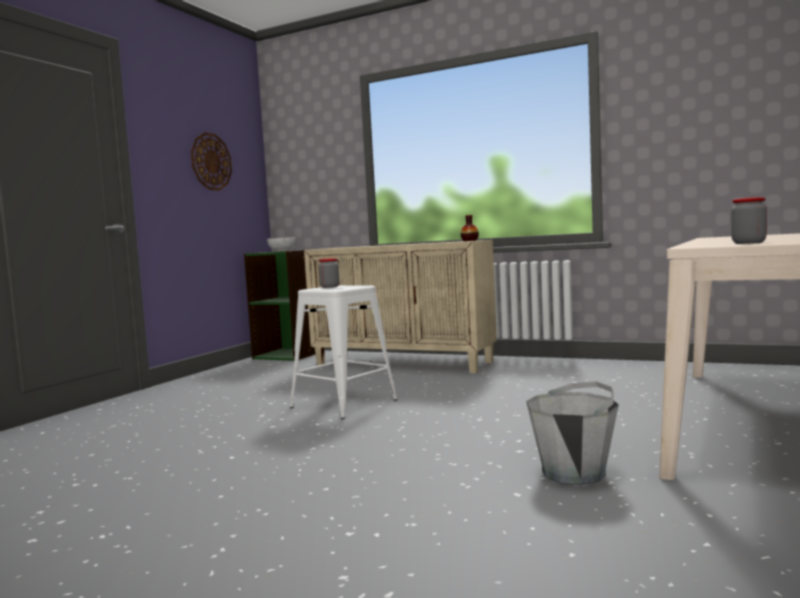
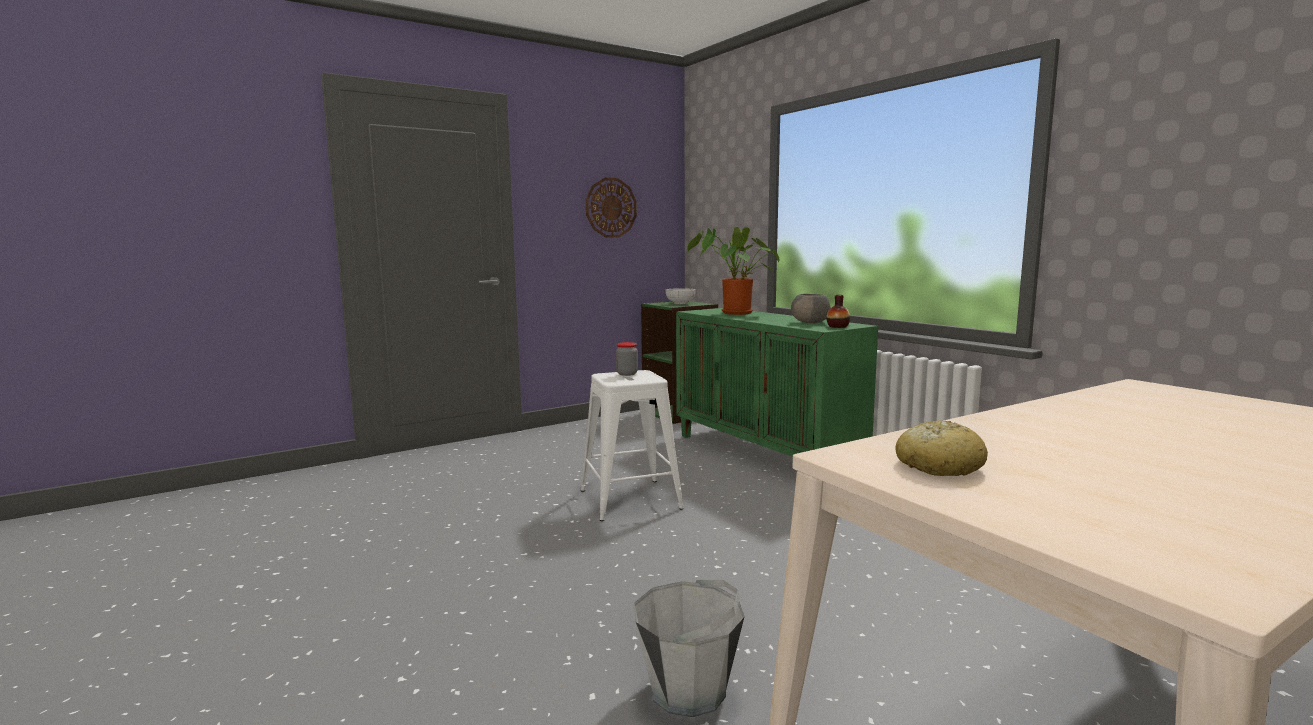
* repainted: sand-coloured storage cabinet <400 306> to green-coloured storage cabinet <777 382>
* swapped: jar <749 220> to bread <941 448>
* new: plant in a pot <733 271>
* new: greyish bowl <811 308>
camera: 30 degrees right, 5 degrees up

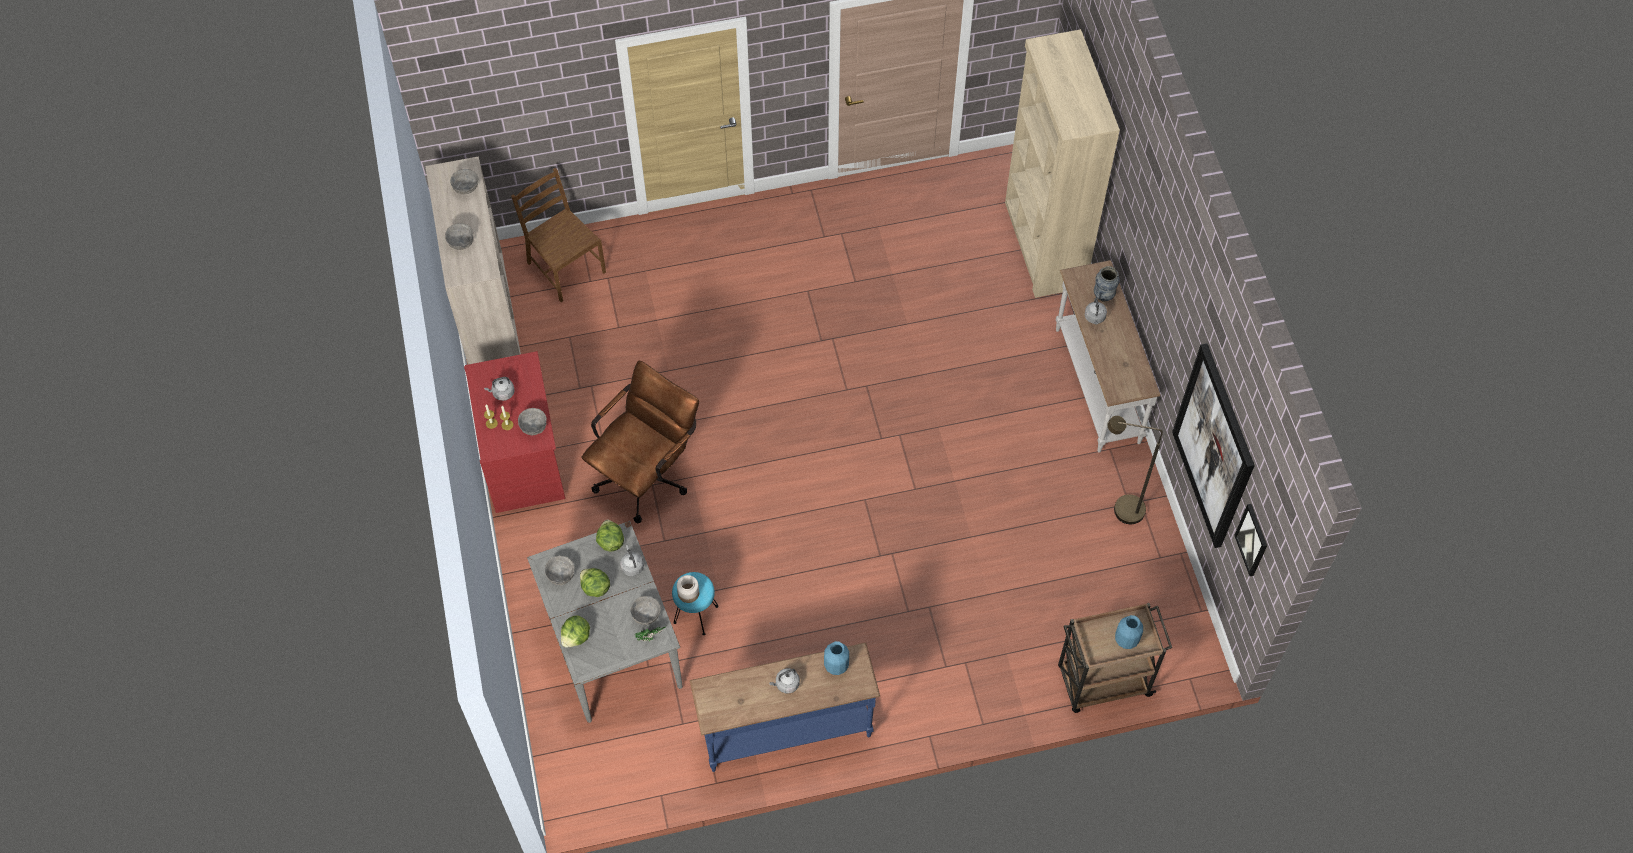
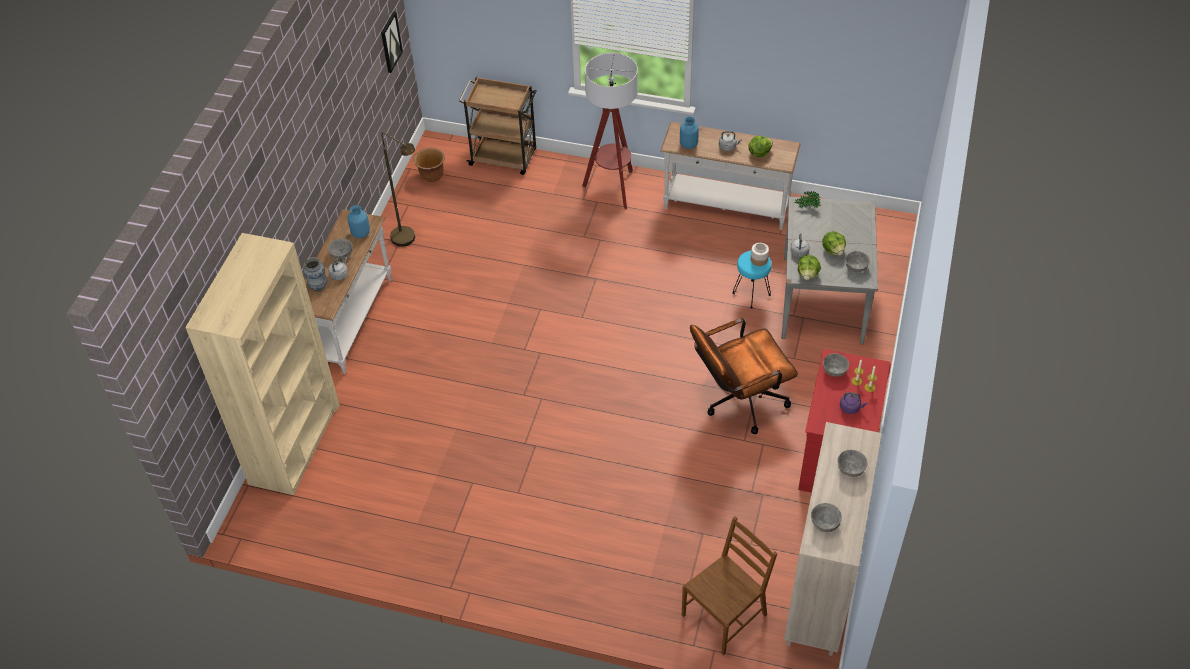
* repainted: greyish tea kettle <499 389> to purplish tea kettle <854 403>
* rotated: brown-coloured chair <558 235> = <730 586> 120 degrees counterclockwise
* shifted: lettuce <575 632> to <761 146>
* shifted: greyish bowl <645 610> to <340 249>
* repainted: blue-coloured hall table <785 707> to whitish hall table <730 176>
* shifted: blue-coloured flower vase <1129 632> to <359 221>
* gone: wall art <1213 445>
* new: brown-coloured planter <429 165>
* new: standard lamp <610 130>
camera: 150 degrees left, 10 degrees down

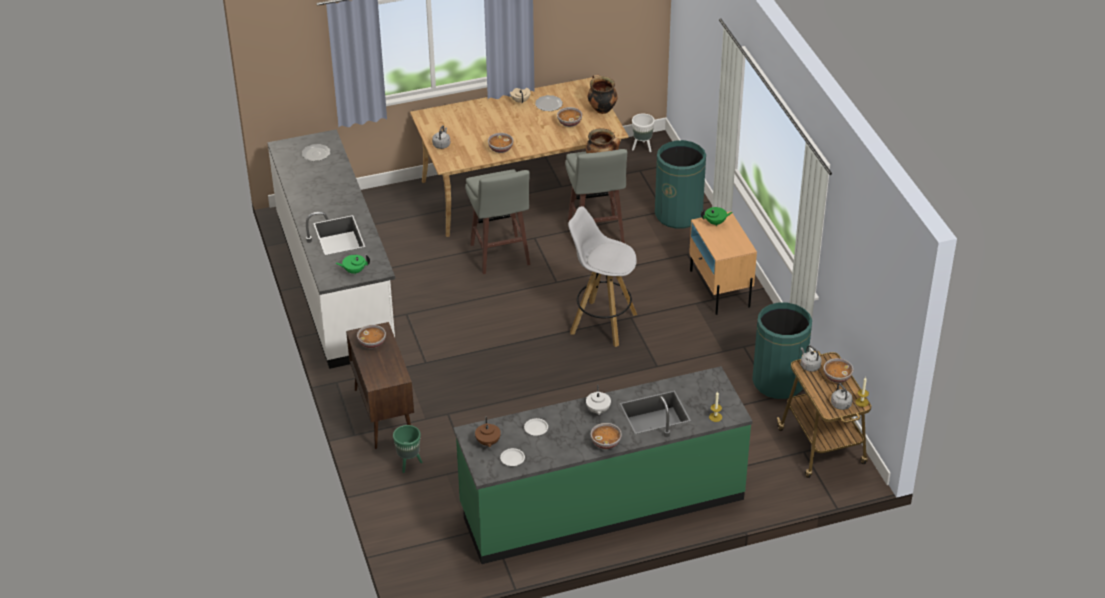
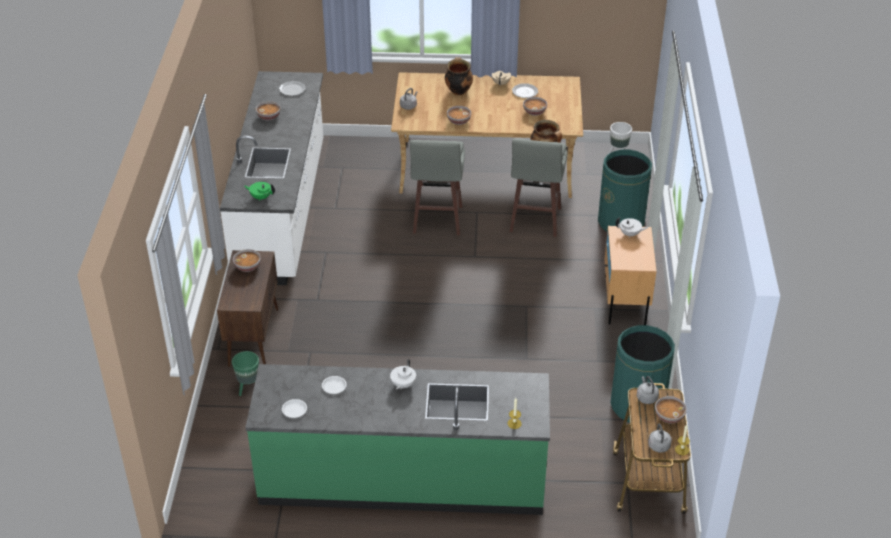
* gone: brown-coloured teapot <488 432>
* gone: whitish stool seat <602 276>
* shifted: cooking pot <602 94> to <459 76>
* shifted: bowl <606 436> to <268 111>
* repainted: green-coloured teapot <717 216> to whitish teapot <632 227>
camera: 20 degrees right, 0 degrees up

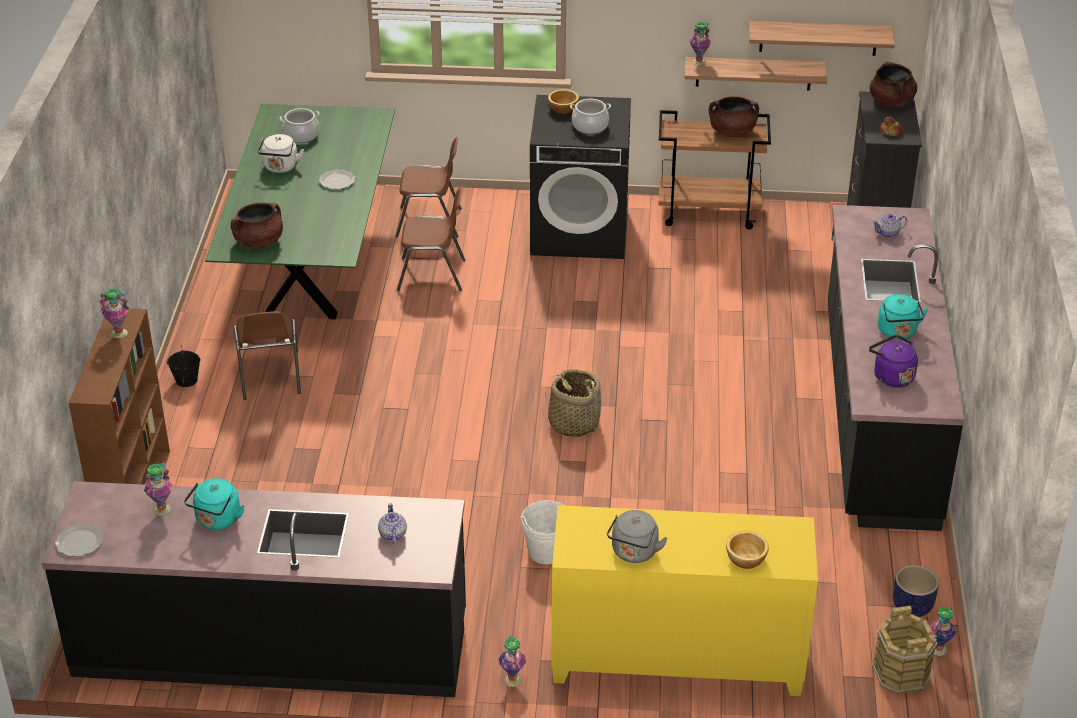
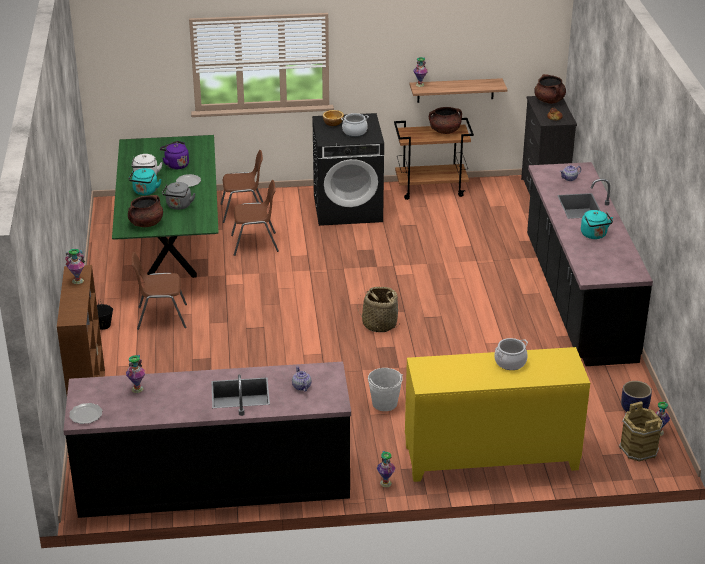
* shifted: turquoise-coloured tea kettle <214 504> to <145 181>
* rotated: brown-coloured chair <267 355> = <159 291> 105 degrees clockwise
* shifted: cooking pot <300 125> to <511 354>
* shifted: greyish tea kettle <637 536> to <179 196>
* gone: bowl <747 550>
* gone: wall shelf <822 38>
* shifted: purplish tea kettle <893 361> to <174 155>
camera: 10 degrees left, 5 degrees down

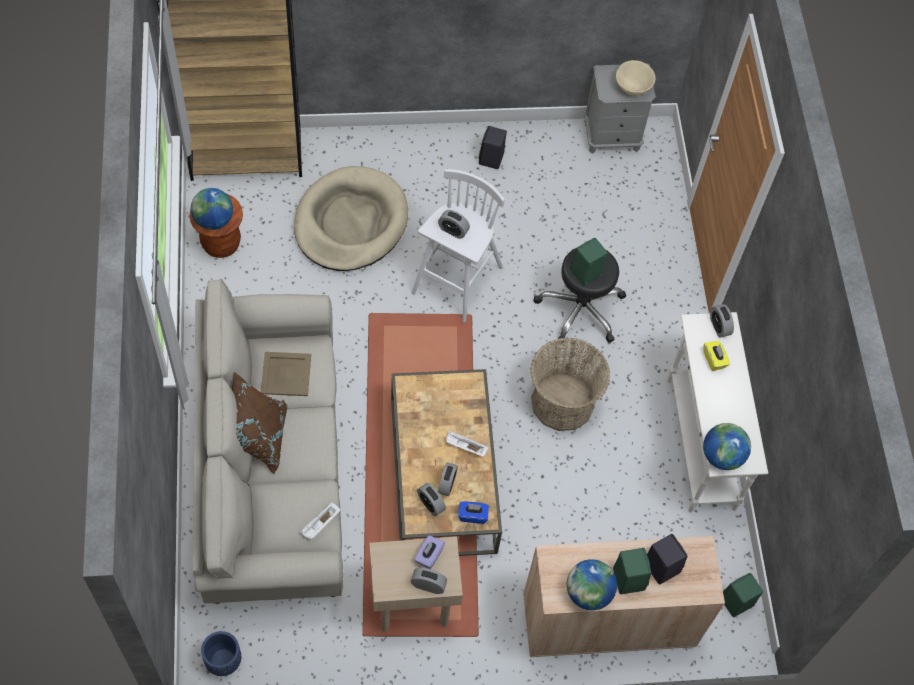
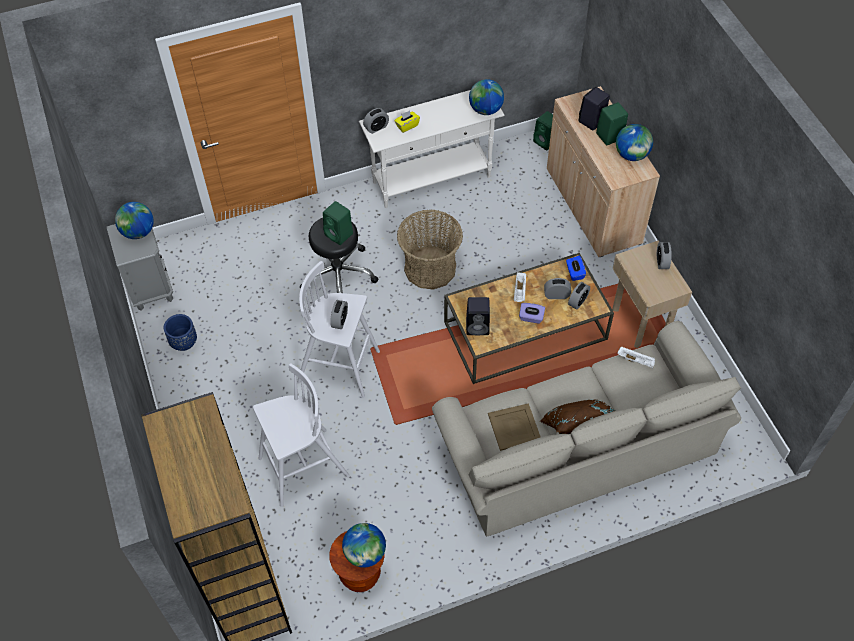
* shifted: blue-coloured planter <221 653> to <180 332>
* swapped: sand-coloured dog cushion <351 218> to whitish stool seat <301 435>
* shifted: purplish tissue holder <429 552> to <532 313>
* shifted: black audio speaker <493 147> to <478 316>
* swapped: sand-coloured bowl <636 78> to world globe <134 220>
camera: 100 degrees left, 5 degrees down

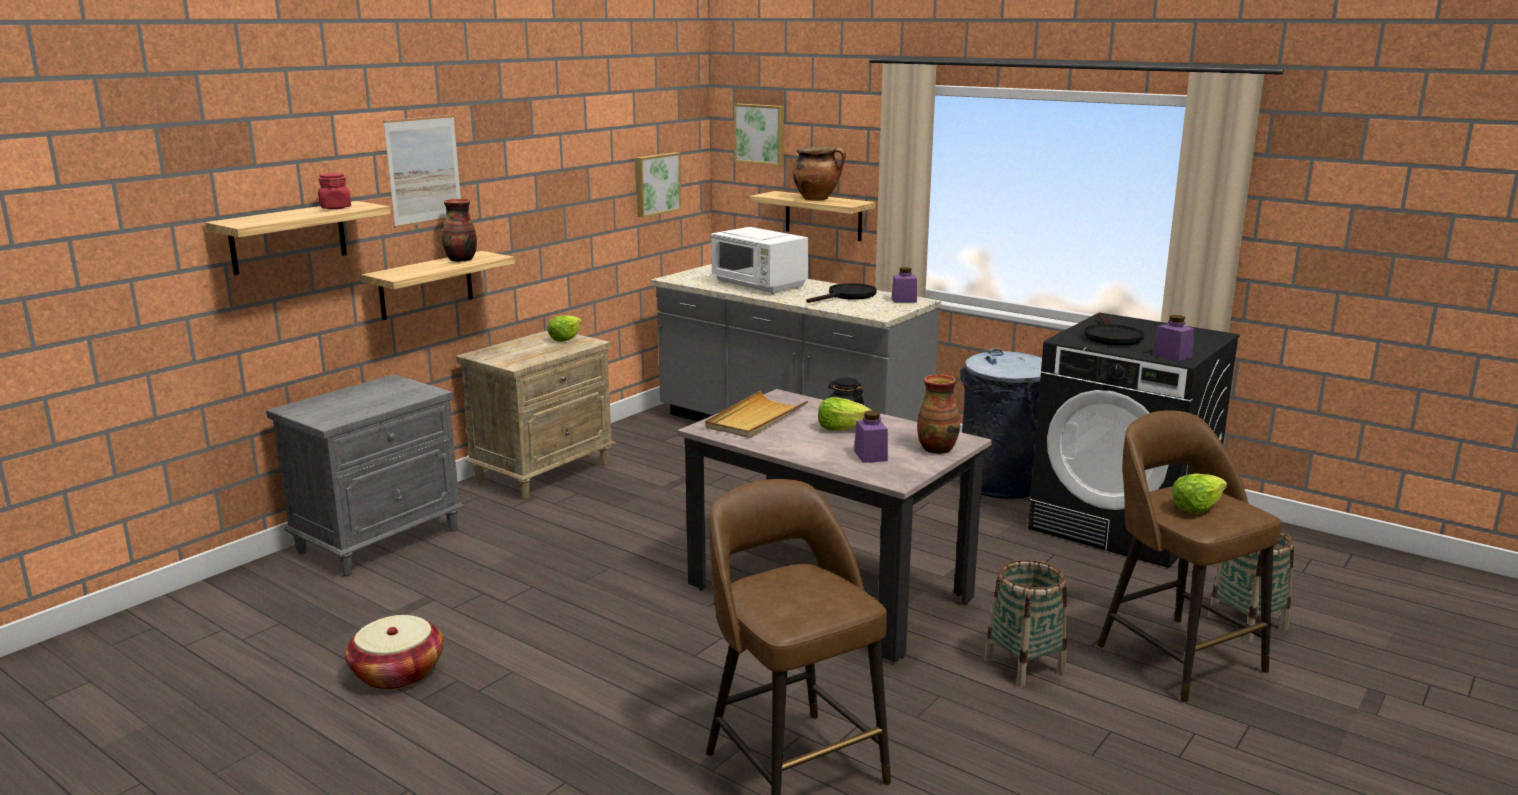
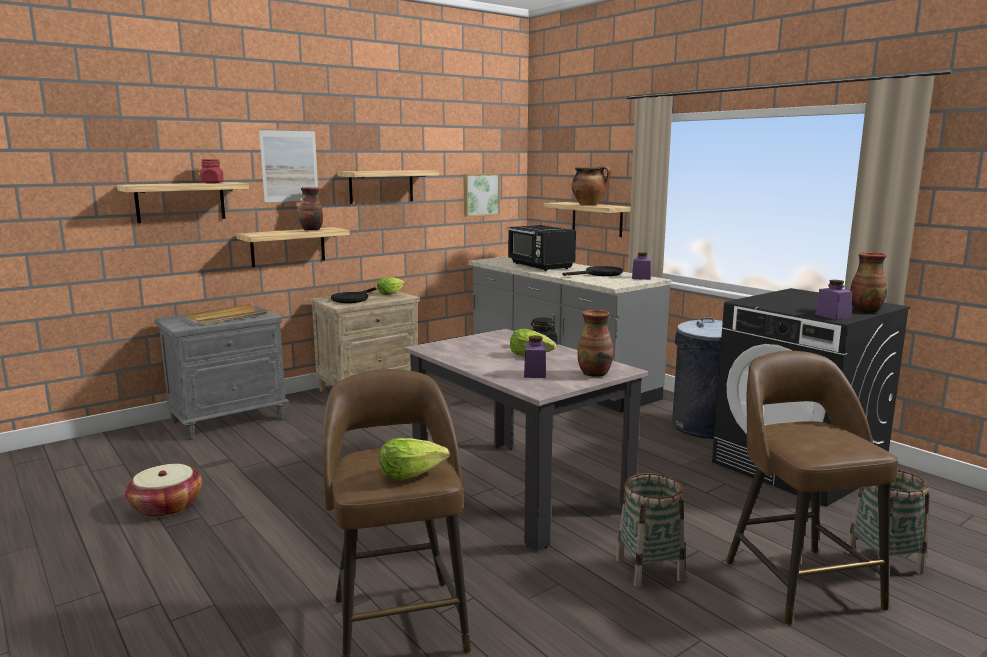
* shifted: sand-coloured tray <757 414> to <226 315>
* repainted: whitish microwave oven <759 260> to black microwave oven <541 248>
* gone: wall art <759 134>
* shifted: black skillet <1114 329> to <353 295>
* shifted: lettuce <1199 493> to <414 459>
* new: wall shelf <388 187>
* new: flower vase <868 282>
camera: 15 degrees right, 5 degrees down

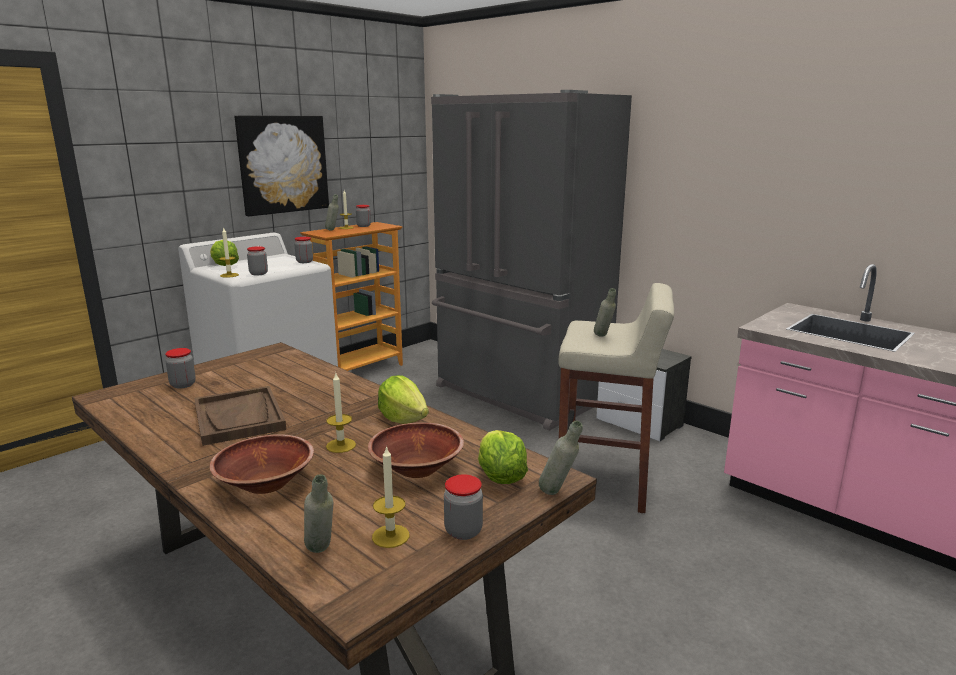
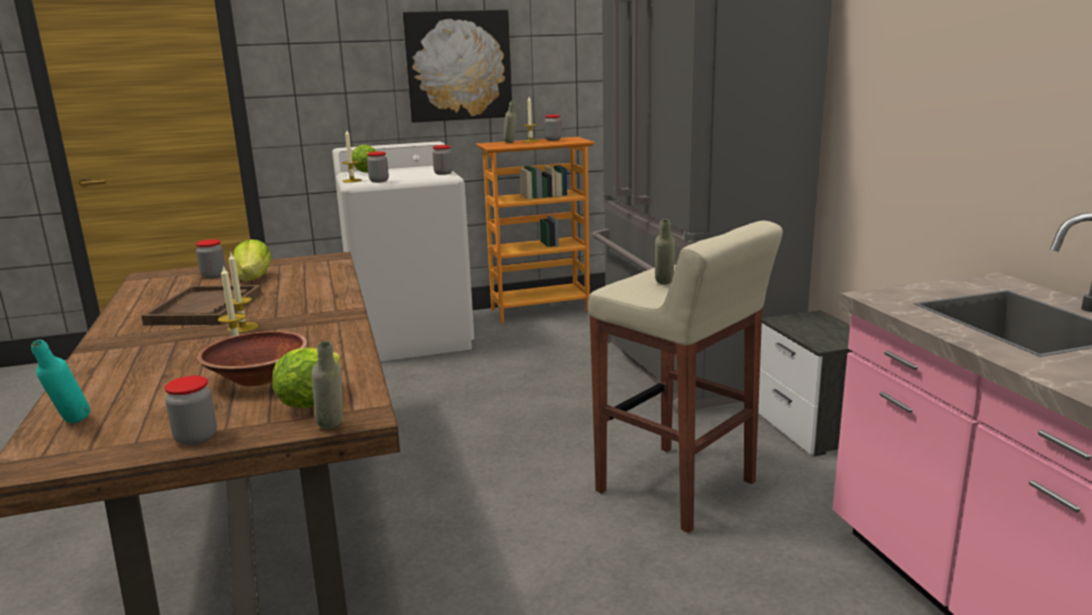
* gone: brown-coloured bowl <262 464>
* repainted: greyish drink bottle <318 513> to turquoise-coloured drink bottle <60 381>
* shifted: wax candle <390 496> to <241 293>
* shifted: lettuce <403 399> to <252 260>
camera: 30 degrees right, 0 degrees up

